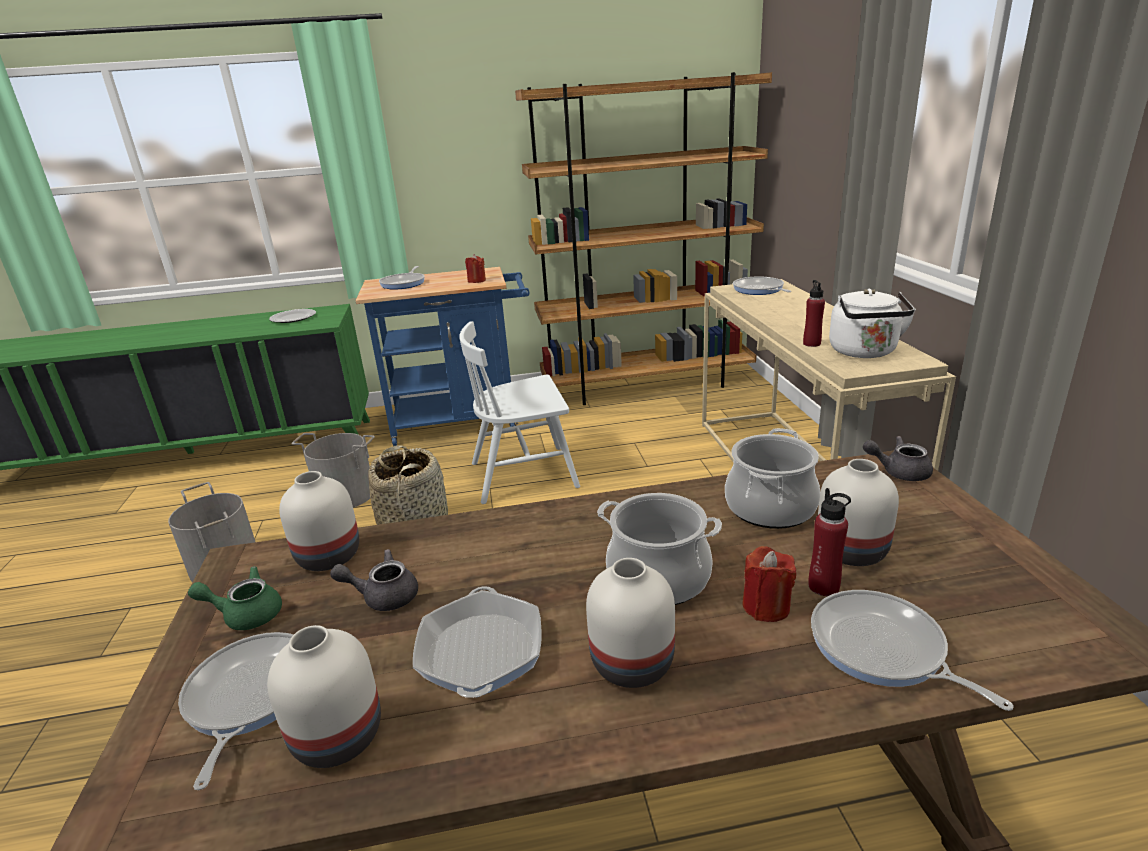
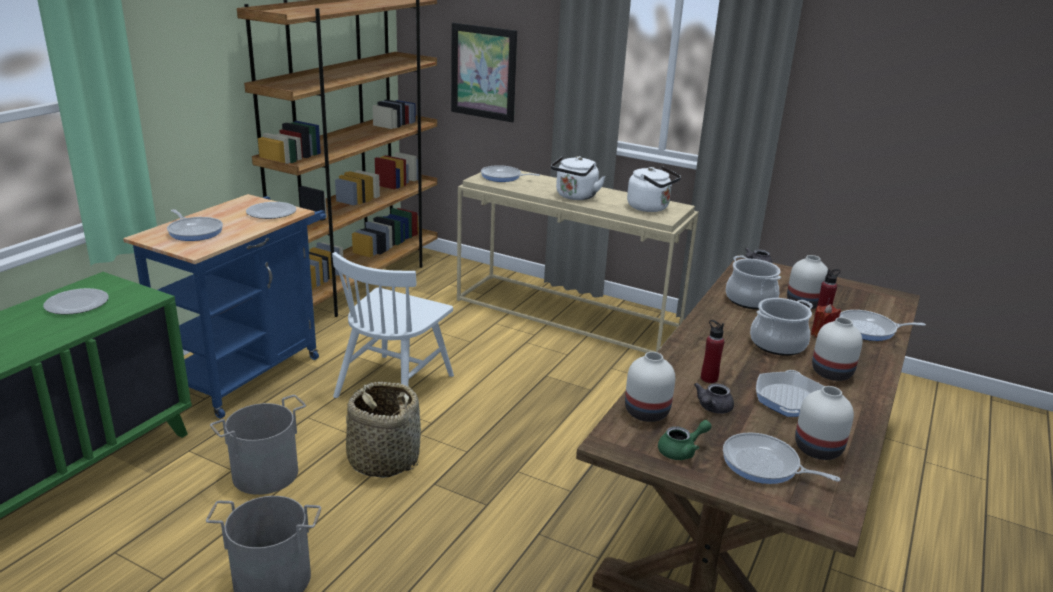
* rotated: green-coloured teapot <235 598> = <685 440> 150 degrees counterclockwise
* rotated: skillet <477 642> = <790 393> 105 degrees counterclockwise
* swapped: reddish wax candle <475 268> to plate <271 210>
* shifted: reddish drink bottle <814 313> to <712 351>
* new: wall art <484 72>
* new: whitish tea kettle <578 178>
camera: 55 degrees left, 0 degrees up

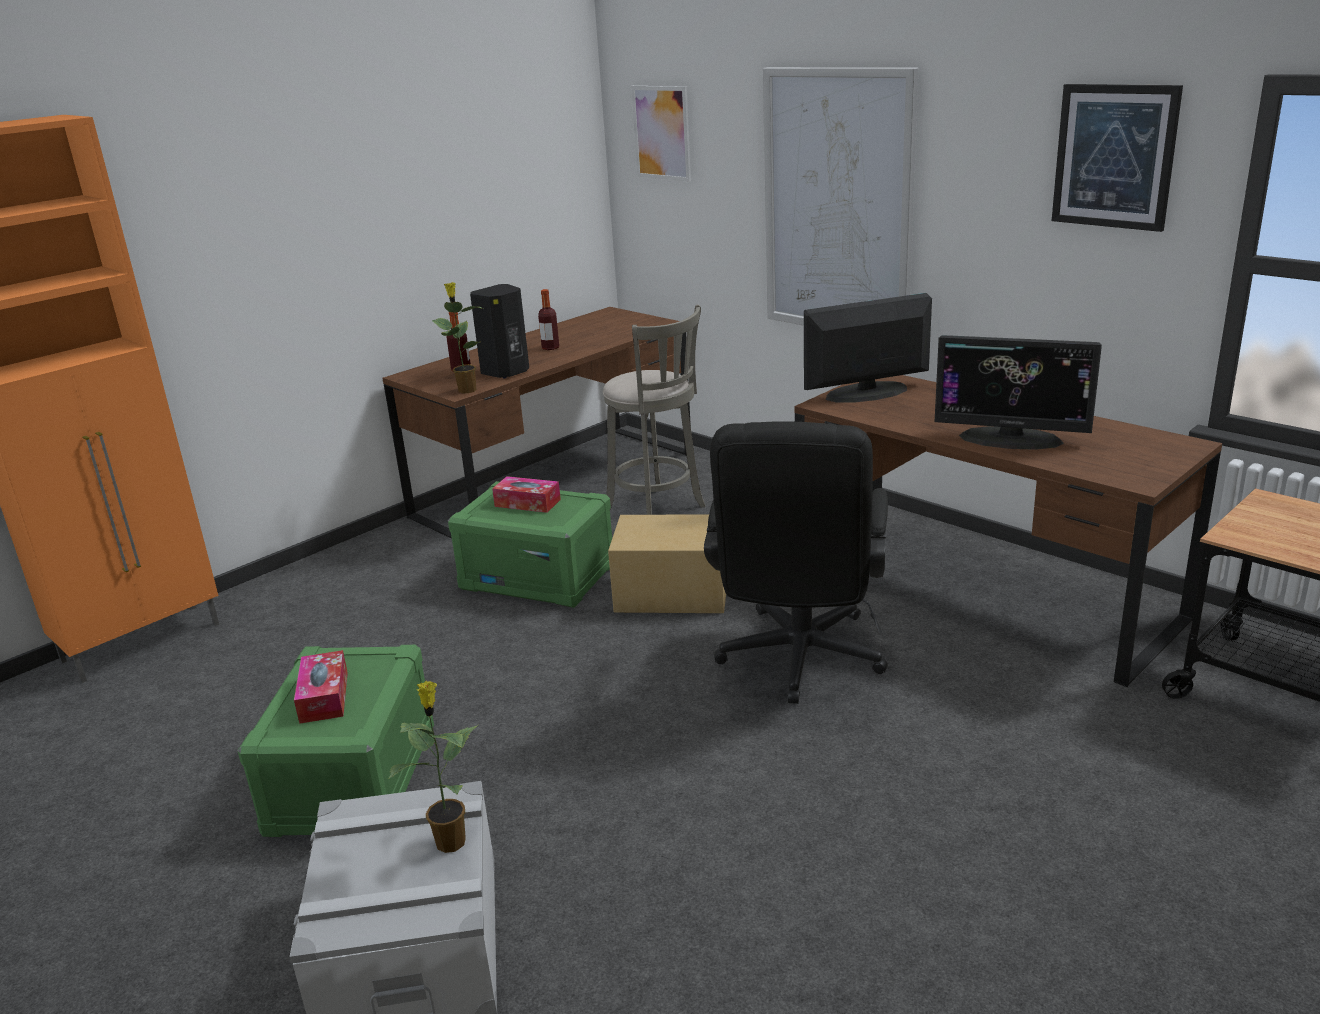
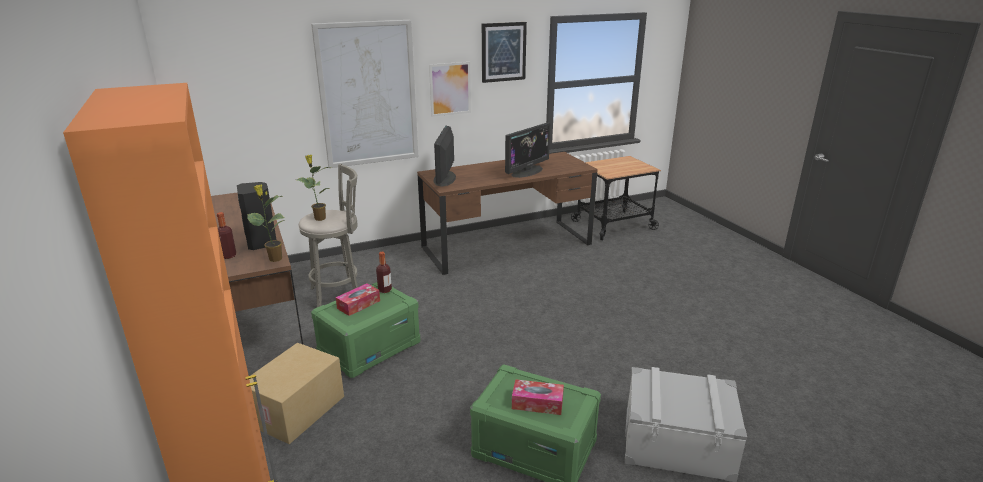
* shifted: plant in a pot <433 767> to <313 188>
* shifted: drink bottle <548 319> to <384 272>
* shifted: cardboard box <667 563> to <296 393>
* shifted: wall art <661 133> to <450 89>
* gone: black office chair <796 562>
camera: 70 degrees left, 0 degrees up

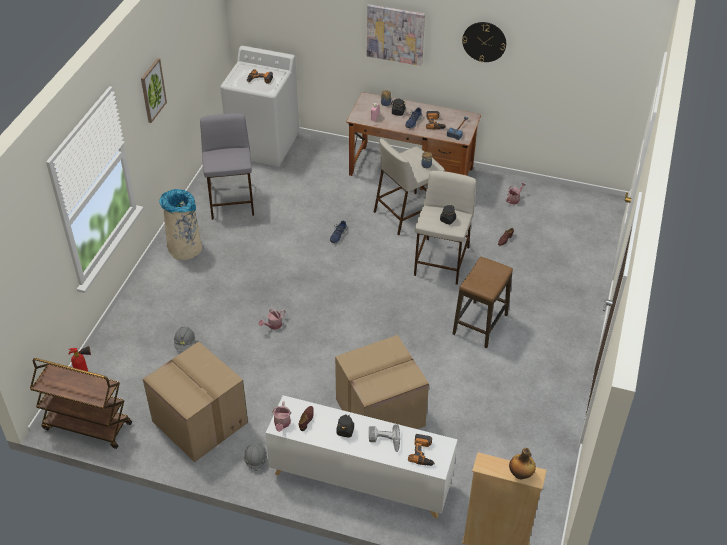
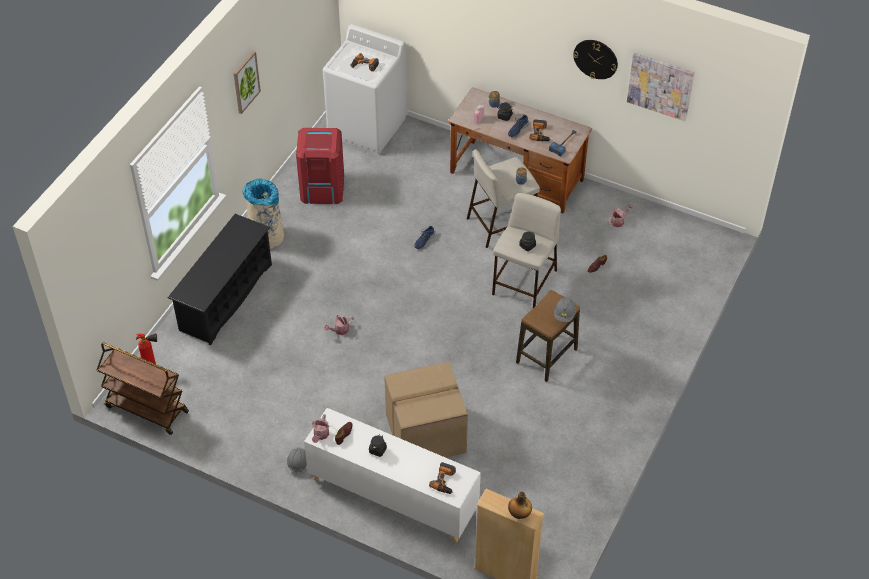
* gone: cardboard box <195 401>
* shifted: greyish work helmet <184 338> to <565 310>
* swapped: greyish stool seat <227 166> to reddish waste bin <320 166>
* shifted: wall art <396 35> to <661 87>
* gone: power drill <384 438>
* new: black shoe rack <220 280>
camera: 10 degrees right, 5 degrees up

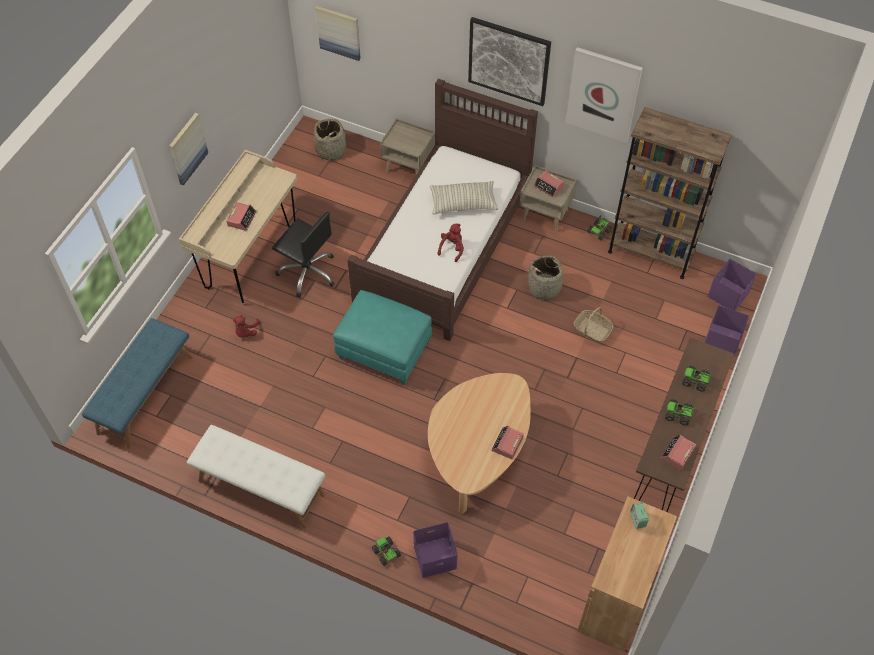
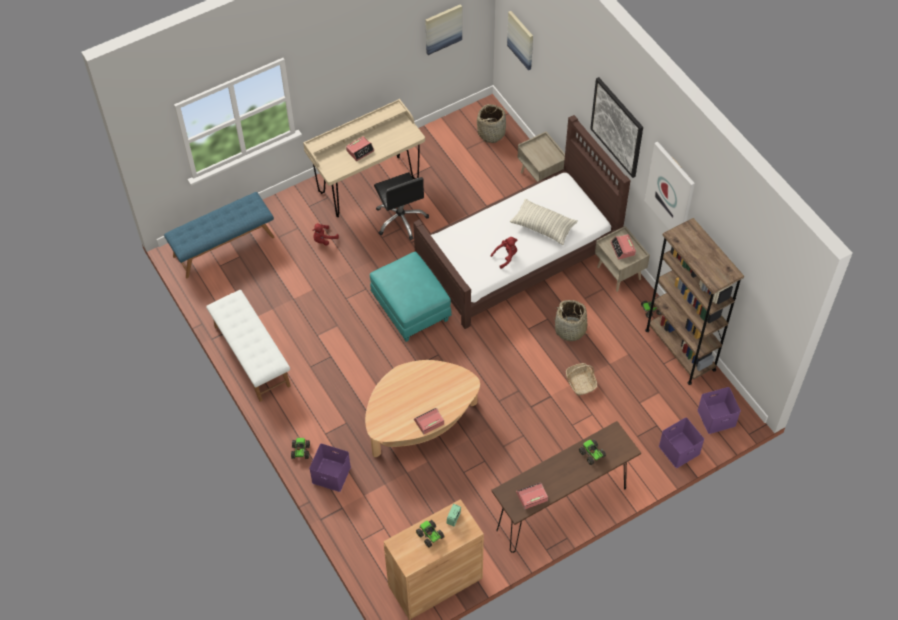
* shifted: wall art <188 149> to <443 29>
* shifted: model truck <679 412> to <430 534>
camera: 35 degrees right, 0 degrees up

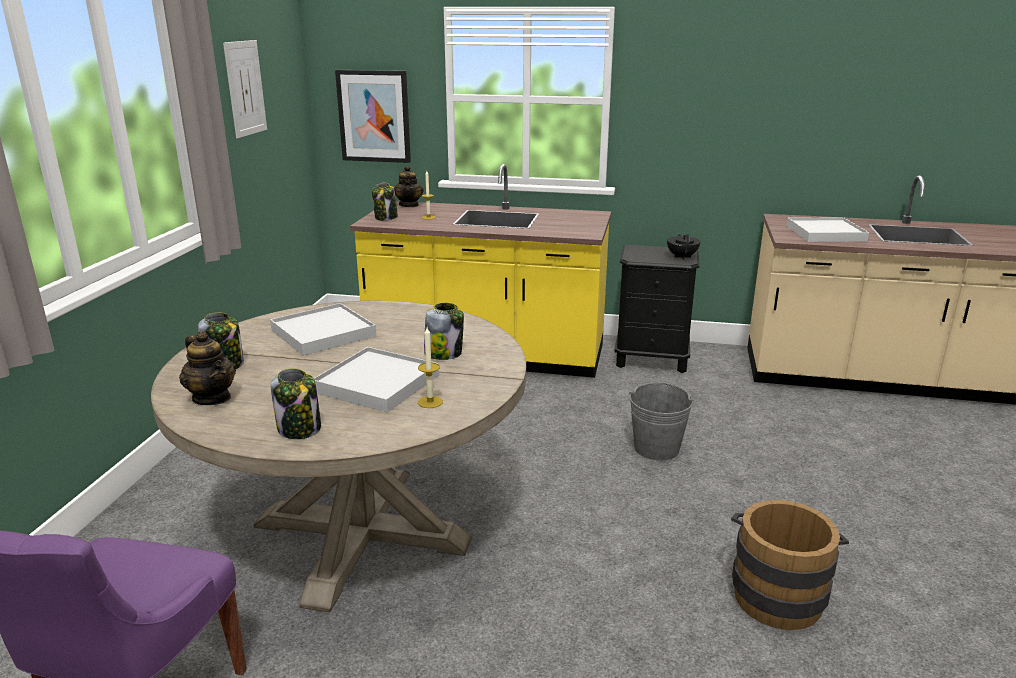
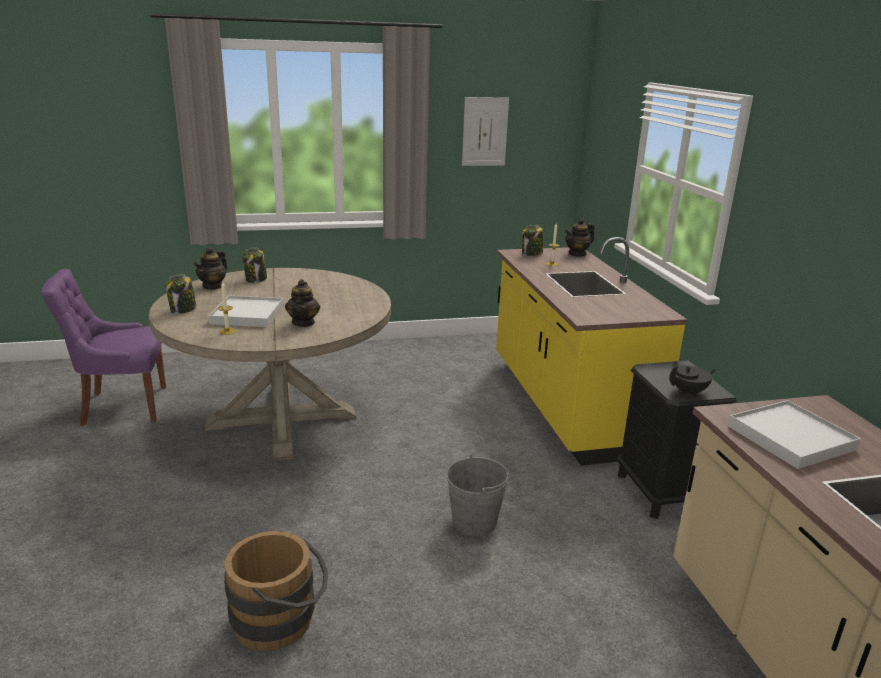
* gone: whitish tray <323 329>
* gone: wall art <373 116>
* swapped: jar <444 331> to teapot <302 303>
camera: 65 degrees right, 0 degrees up

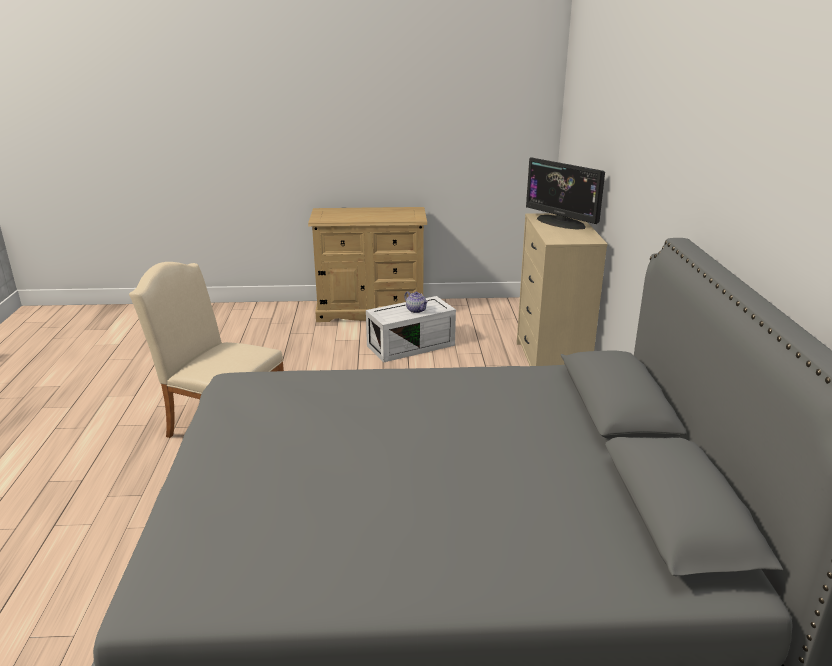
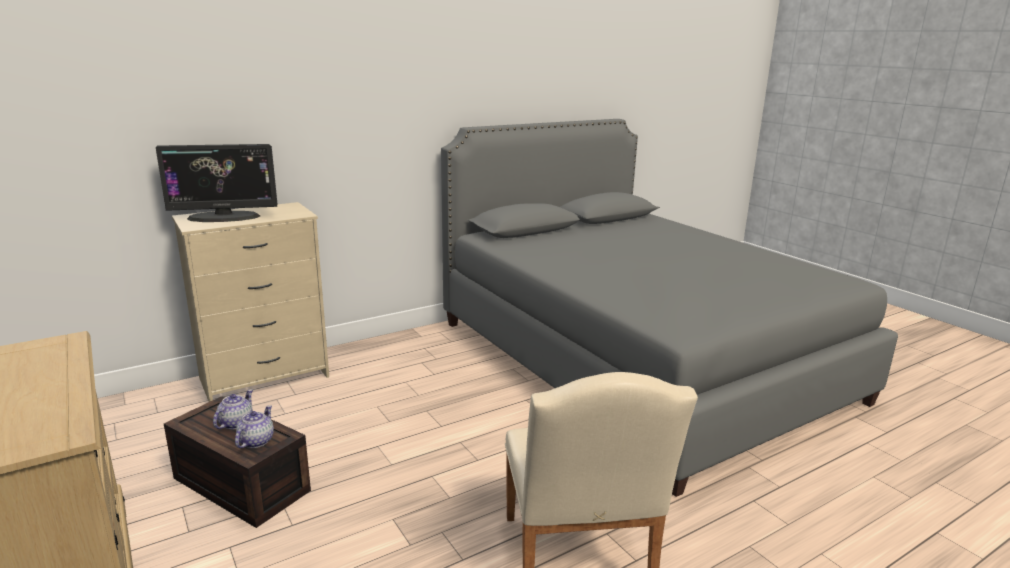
* repainted: whitish storage box <411 329> to brown-coloured storage box <237 462>
* rotated: monitor <565 193> = <217 183> 60 degrees clockwise
* new: teapot <254 426>
camera: 120 degrees left, 5 degrees down

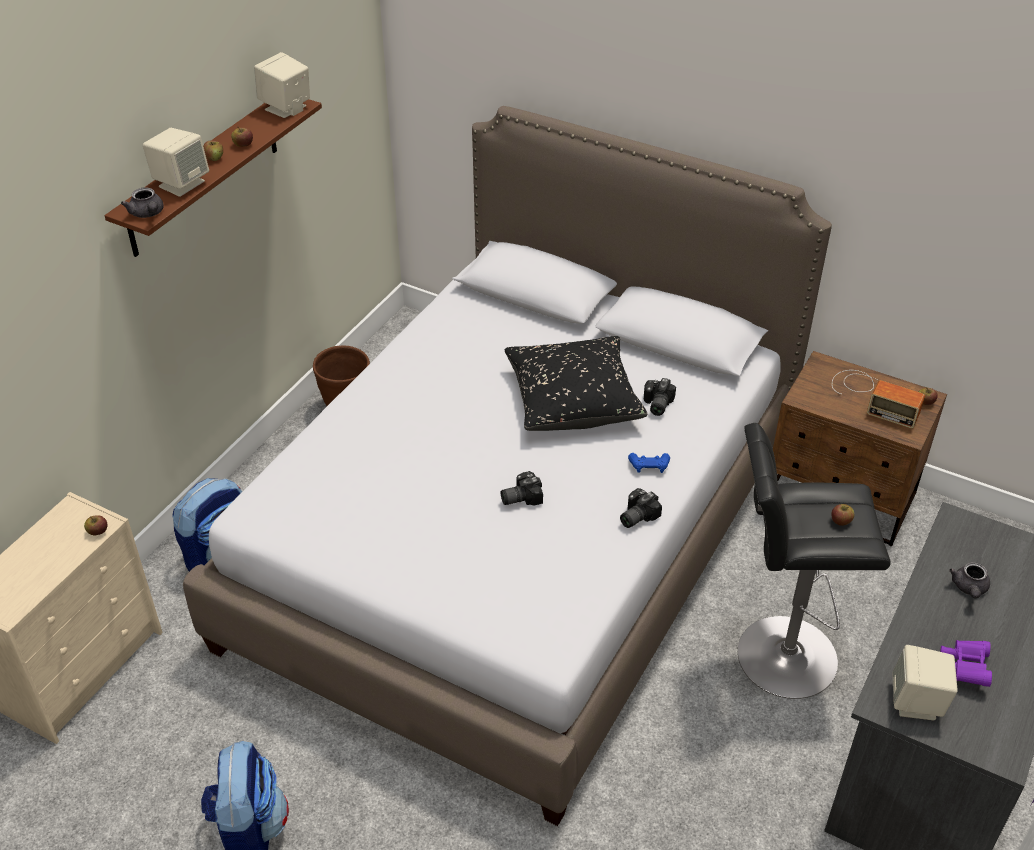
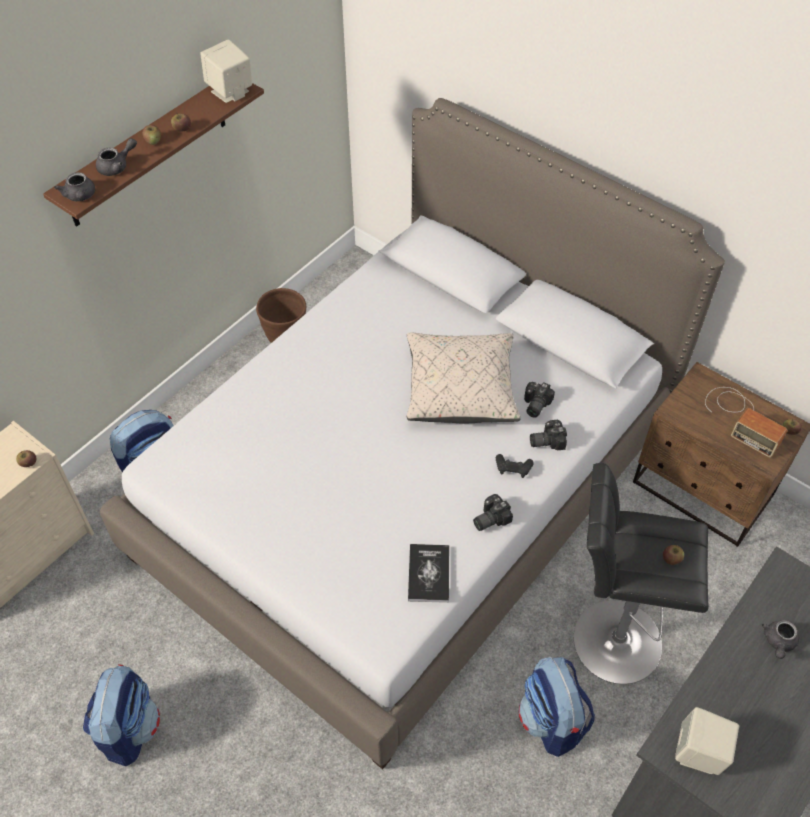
* swapped: sand-coloured audio speaker <176 162> to greyish teapot <116 157>
* shifted: still camera <522 488> to <548 435>
* repainted: black pillow <576 383> to sand-coloured pillow <463 378>
* repainted: blue-coloured gamepad <649 463> to black gamepad <515 466>
* gone: purplish pair of binoculars <966 663>
* new: book <428 573>
* new: rucksack <557 707>
camera: 10 degrees right, 10 degrees up

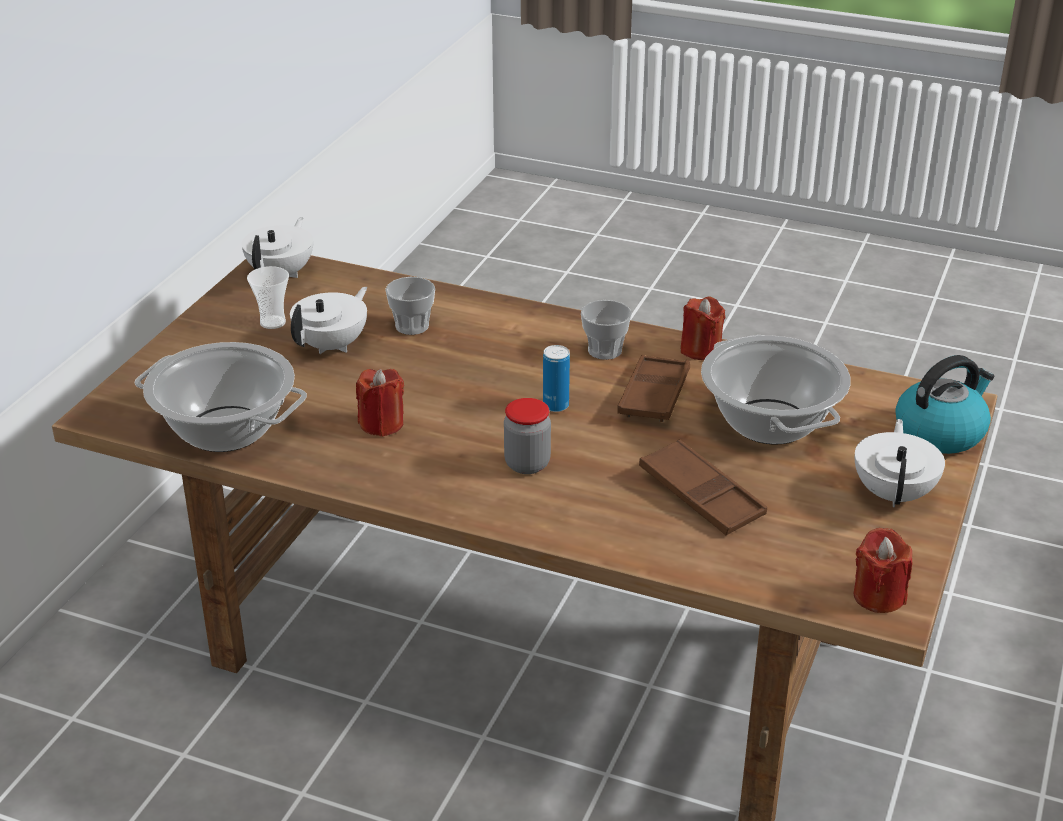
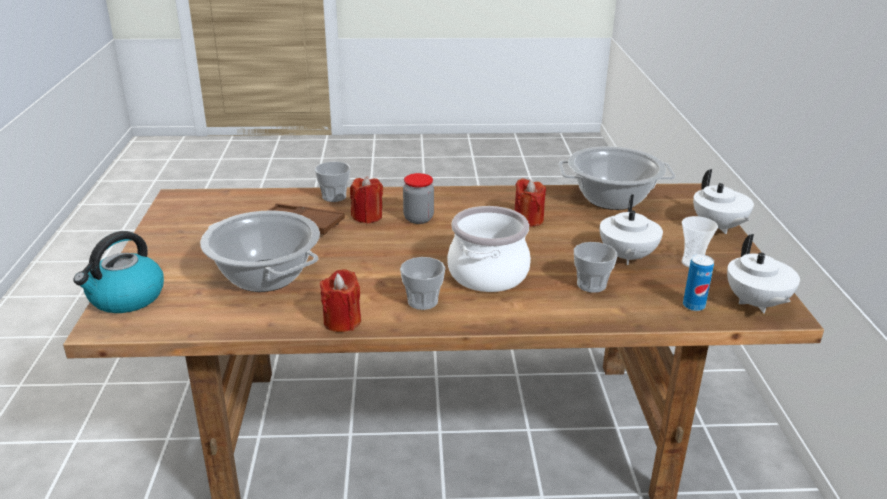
* shifted: metal can <556 378> to <698 282>
* gone: brown-coloured tray <653 388>
* shifted: reddish wax candle <883 570> to <366 200>
* shifted: whitish teapot <900 463> to <723 201>
* new: drinking cup <332 182>
* new: cooking pot <489 249>
camera: 155 degrees right, 5 degrees down

